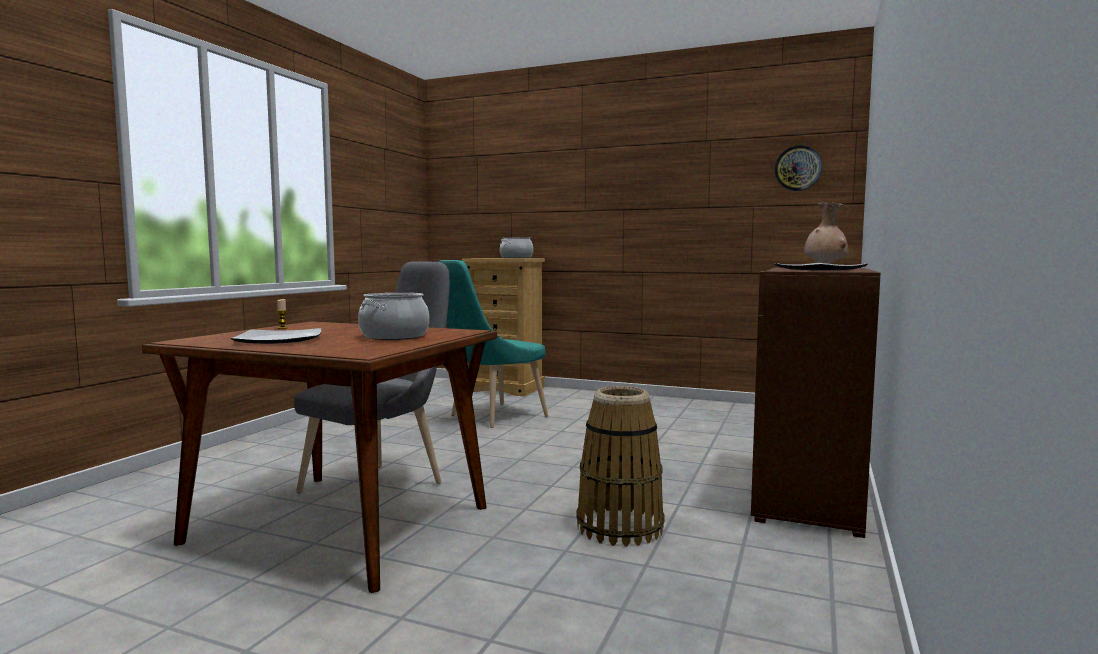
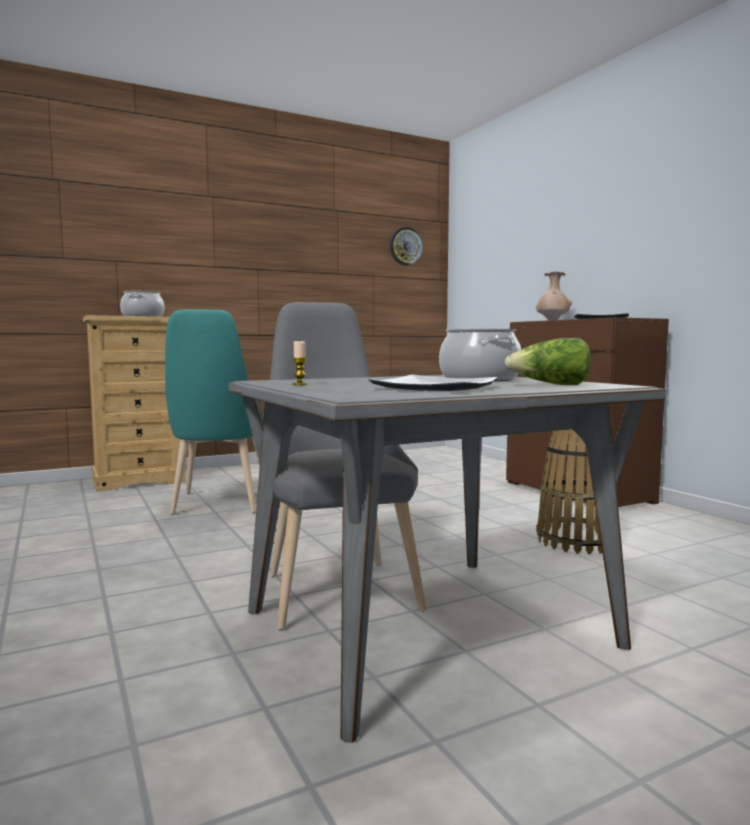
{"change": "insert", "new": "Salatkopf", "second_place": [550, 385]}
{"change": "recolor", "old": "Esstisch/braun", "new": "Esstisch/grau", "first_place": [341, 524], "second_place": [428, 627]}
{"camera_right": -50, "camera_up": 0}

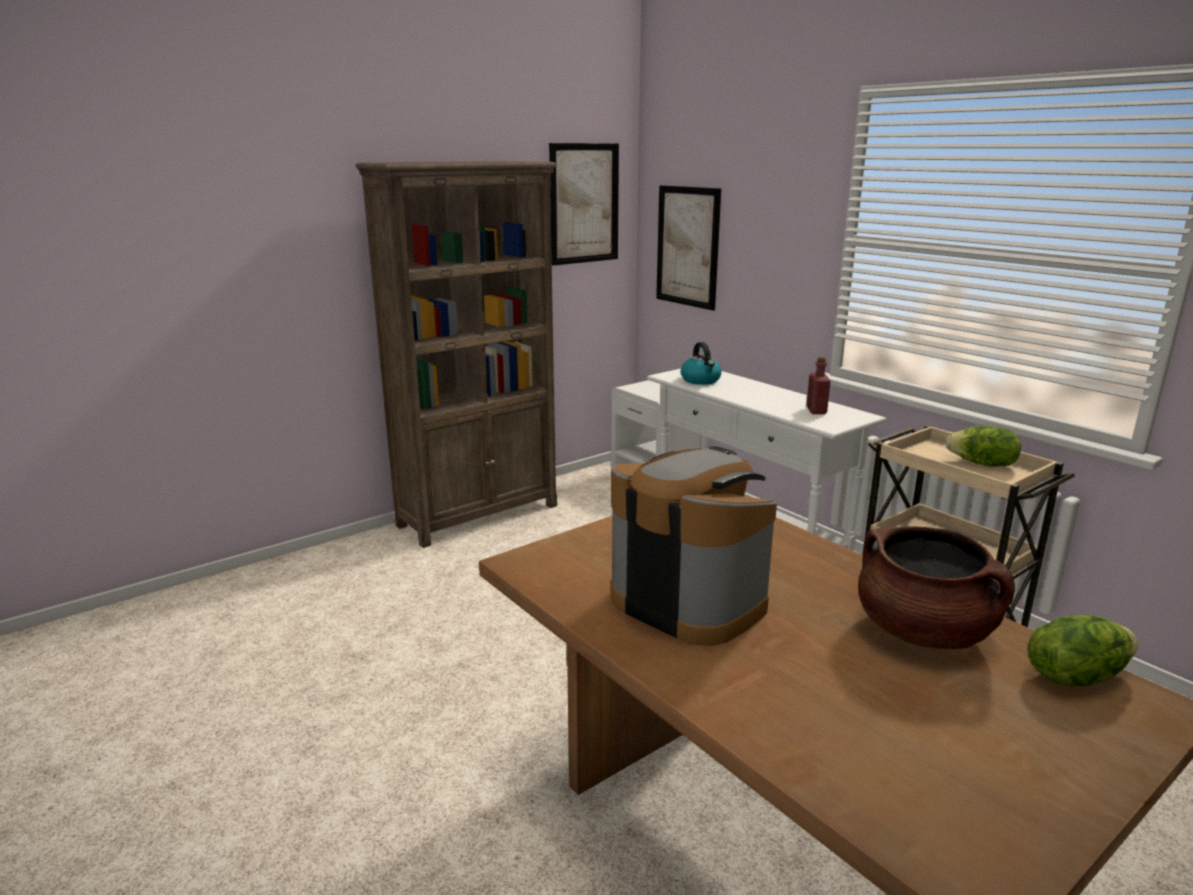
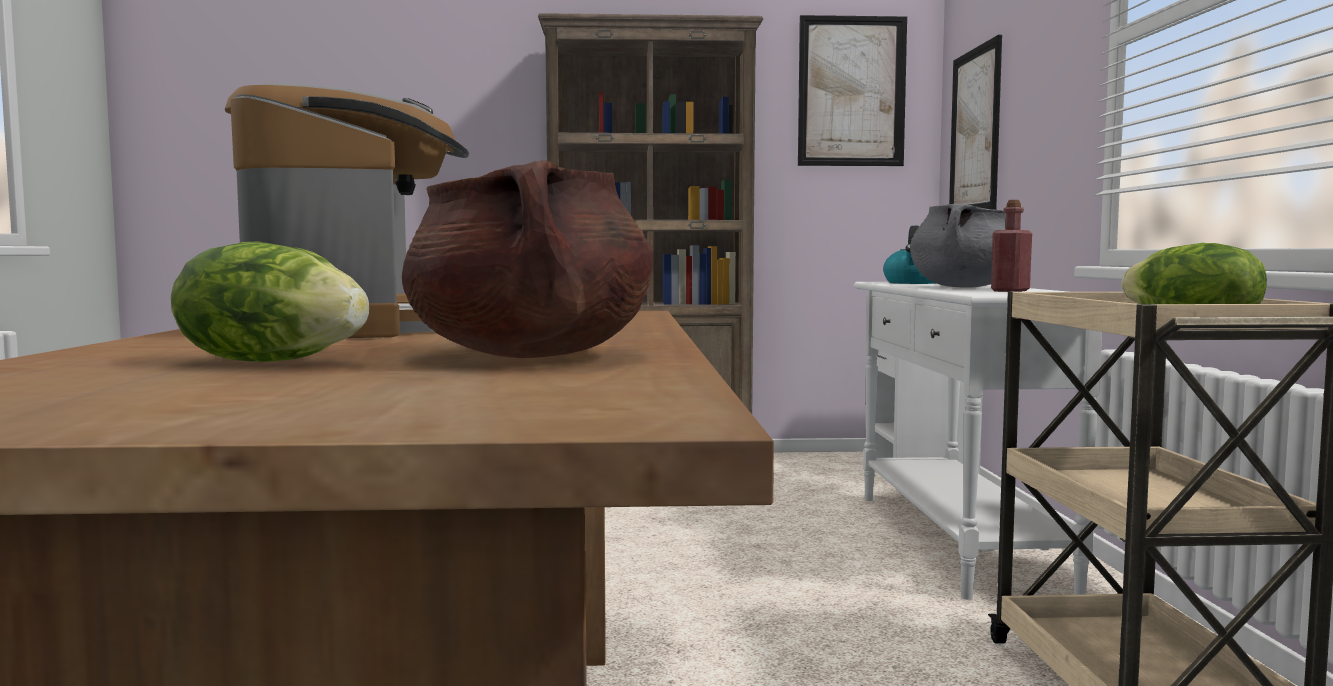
{"change": "insert", "new": "Kochtopf/grau", "second_place": [964, 287]}
{"change": "move", "old": "Salatkopf", "first_place": [1074, 676], "second_place": [272, 362]}
{"camera_right": 35, "camera_up": -15}

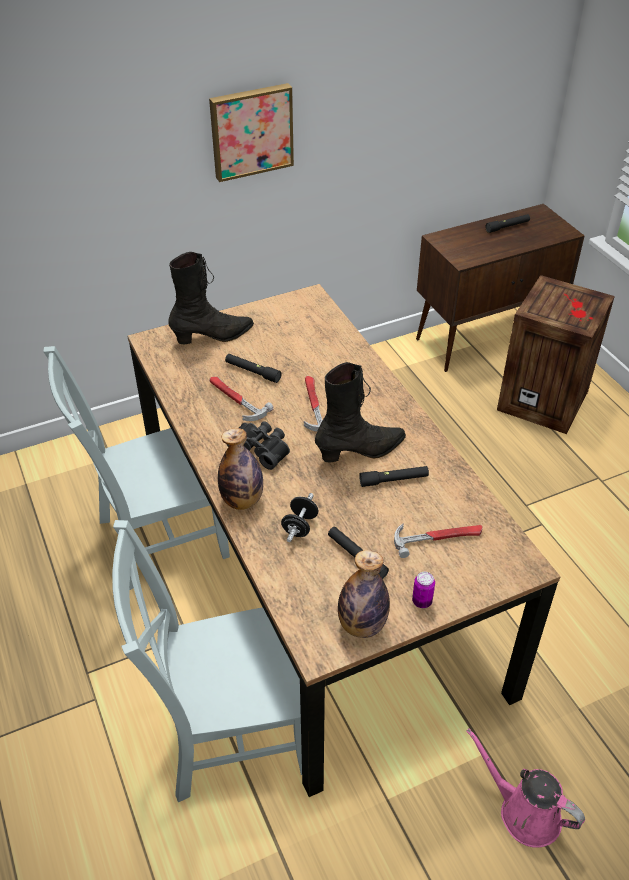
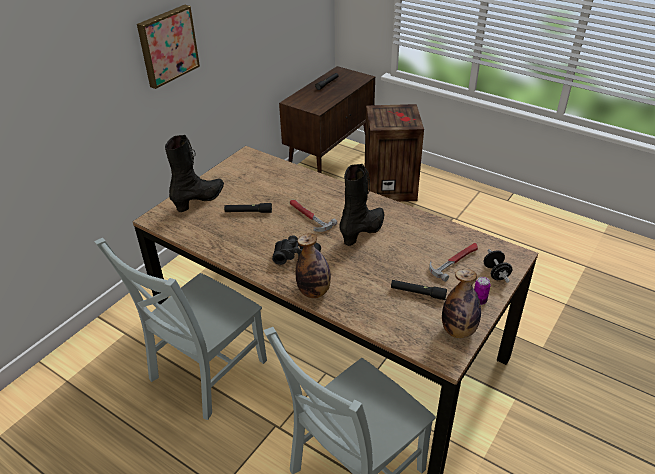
{"change": "delete", "old": "Hammer", "first_place": [236, 400]}
{"change": "delete", "old": "Taschenlampe/schwarz", "first_place": [394, 480]}
{"change": "delete", "old": "Gießkanne/rosa", "first_place": [524, 812]}
{"change": "move", "old": "Hantel/schwarz", "first_place": [300, 526], "second_place": [496, 273]}
{"camera_right": -30, "camera_up": -5}

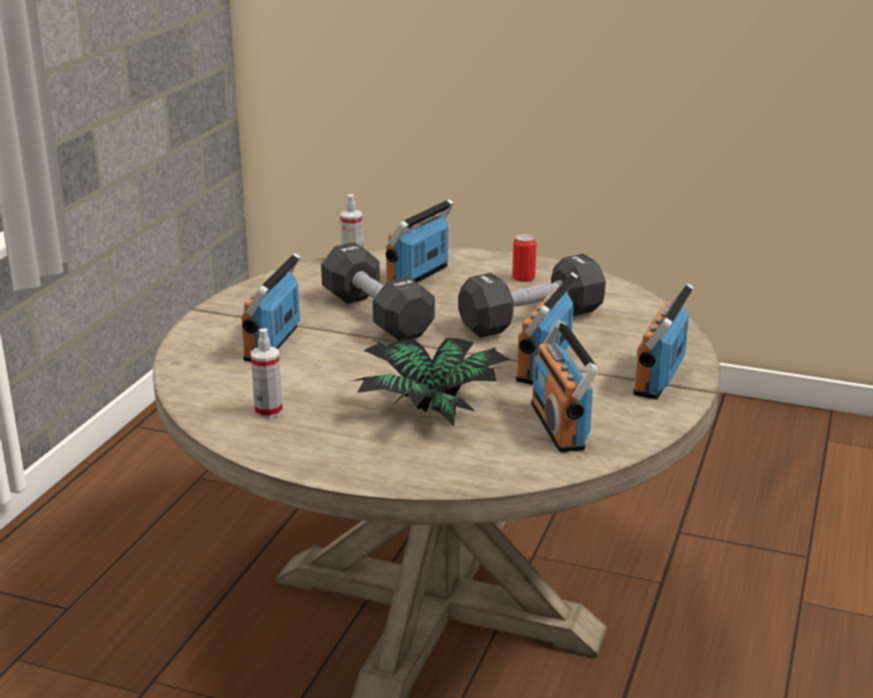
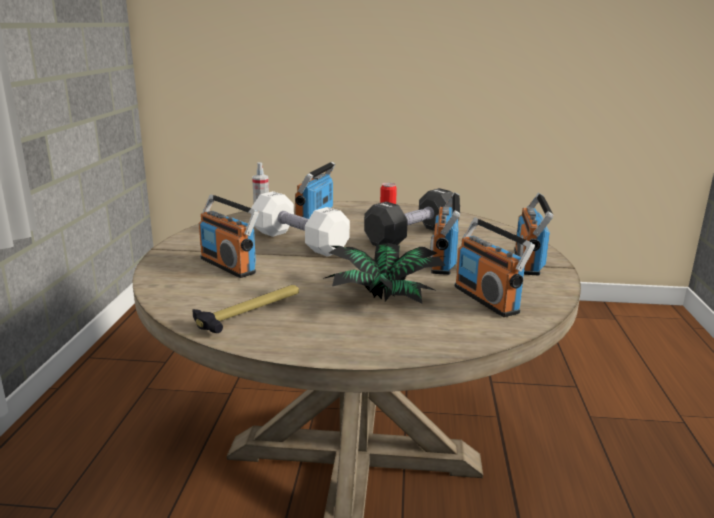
{"change": "replace", "old": "Sprühflasche", "new": "Hammer", "first_place": [268, 411], "second_place": [250, 312]}
{"change": "recolor", "old": "Hantel/schwarz", "new": "Hantel/weiß", "first_place": [376, 315], "second_place": [299, 242]}
{"change": "rotate", "old": "Radio", "first_place": [272, 343], "second_place": [228, 265], "degrees": -45}
{"camera_right": -15, "camera_up": -5}

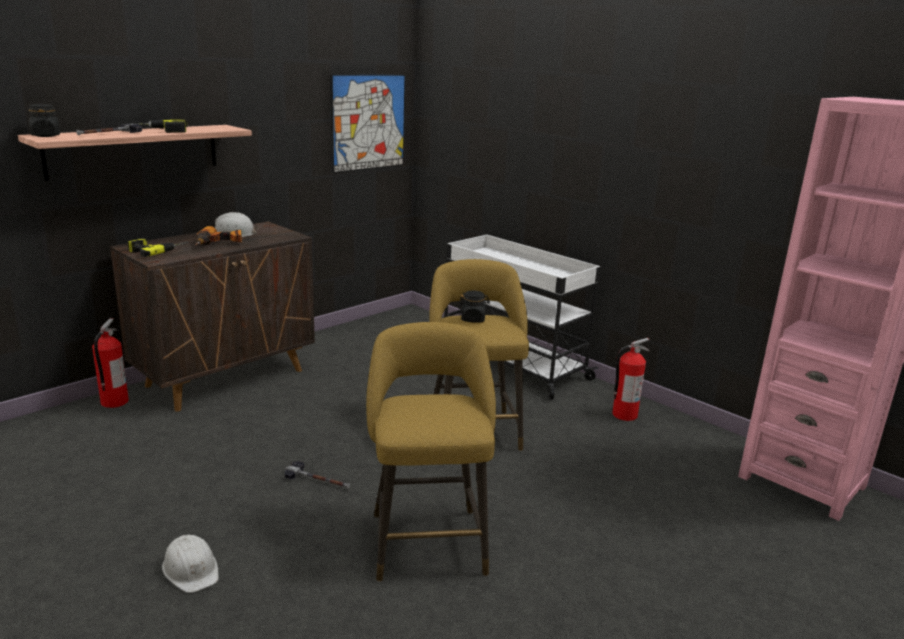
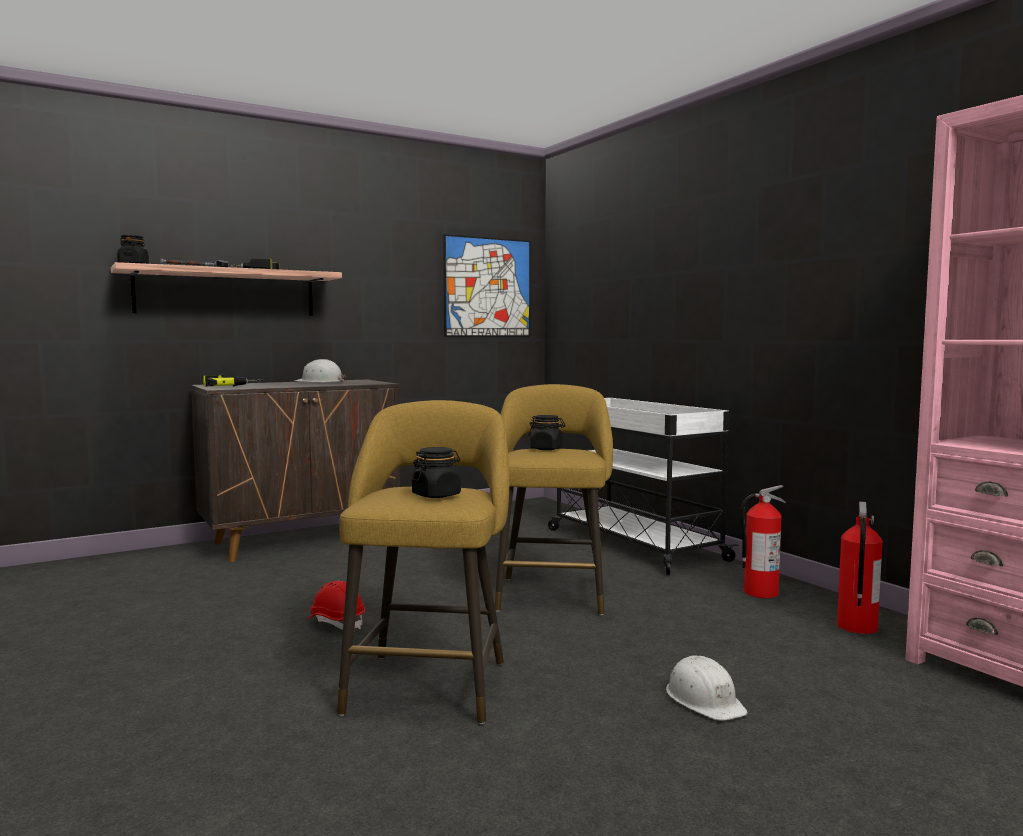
{"change": "delete", "old": "Bohrmaschine", "first_place": [219, 244]}
{"change": "insert", "new": "Vorratsglas/schwarz", "second_place": [436, 495]}
{"change": "move", "old": "Feuerlöscher", "first_place": [114, 402], "second_place": [856, 627]}
{"change": "move", "old": "Schutzhelm/weiß", "first_place": [191, 569], "second_place": [704, 700]}
{"change": "replace", "old": "Hammer", "new": "Schutzhelm/rot", "first_place": [318, 480], "second_place": [336, 622]}
{"camera_right": 15, "camera_up": -15}

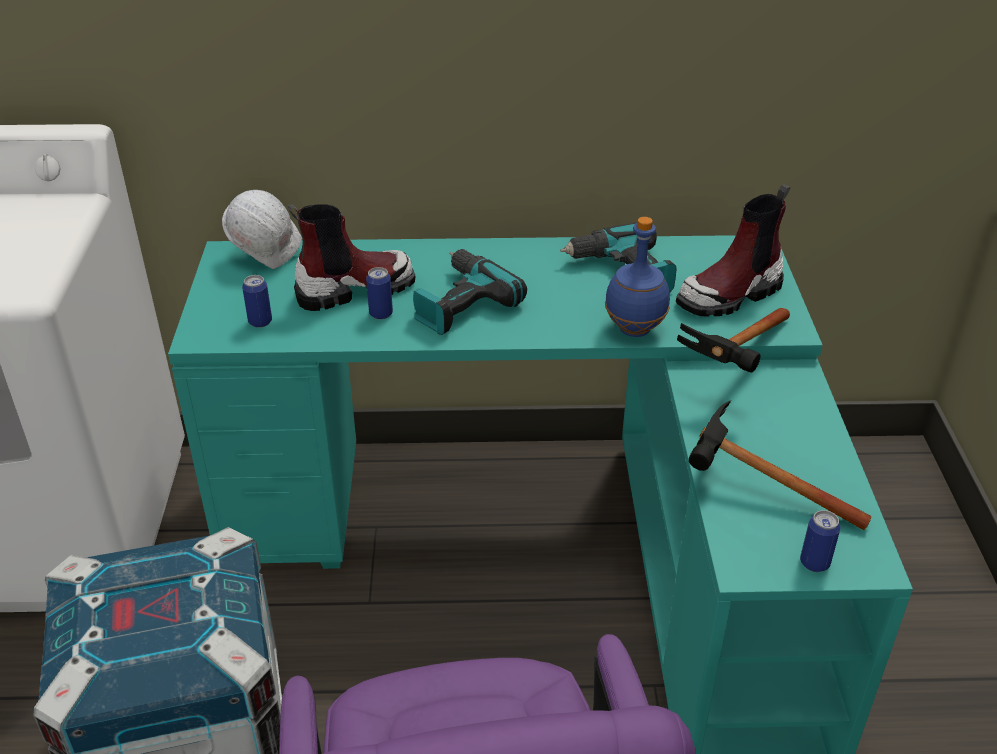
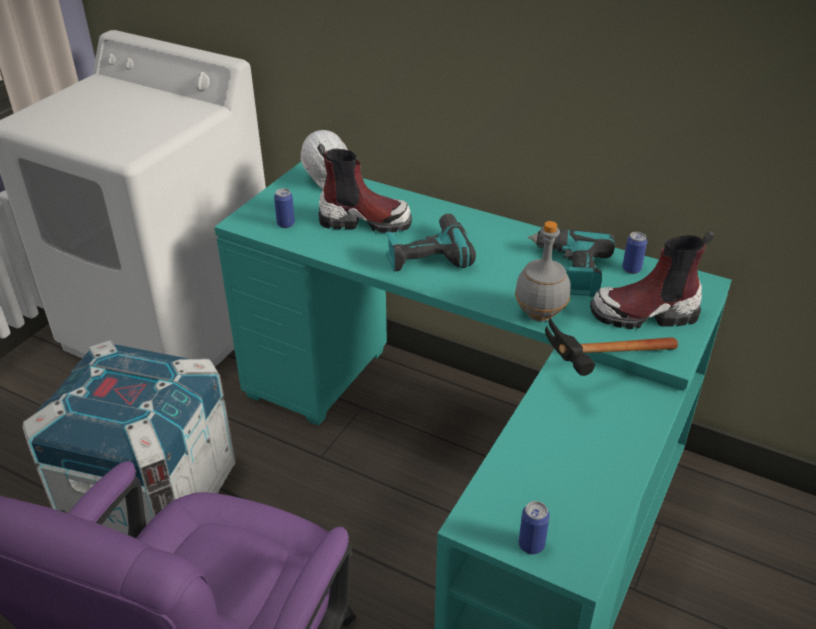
{"change": "delete", "old": "Hammer", "first_place": [753, 490]}
{"change": "move", "old": "Dose", "first_place": [381, 314], "second_place": [631, 269]}
{"change": "recolor", "old": "Flasche/blau", "new": "Flasche/grau", "first_place": [633, 329], "second_place": [539, 314]}
{"camera_right": 30, "camera_up": 0}

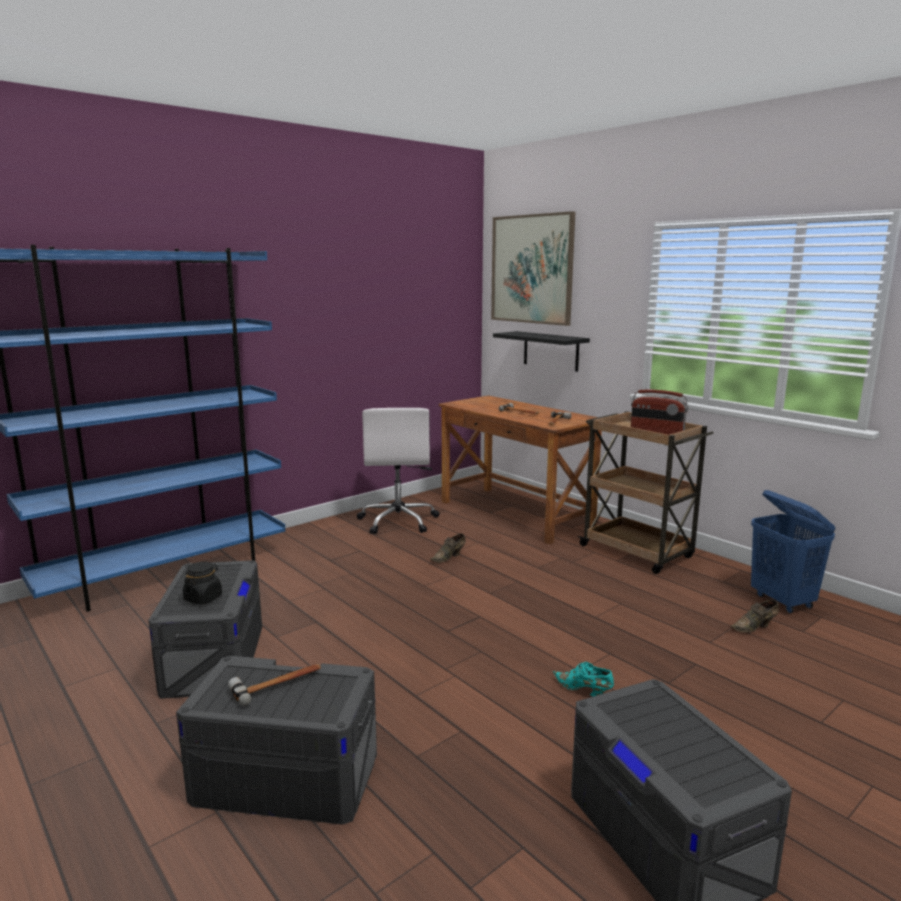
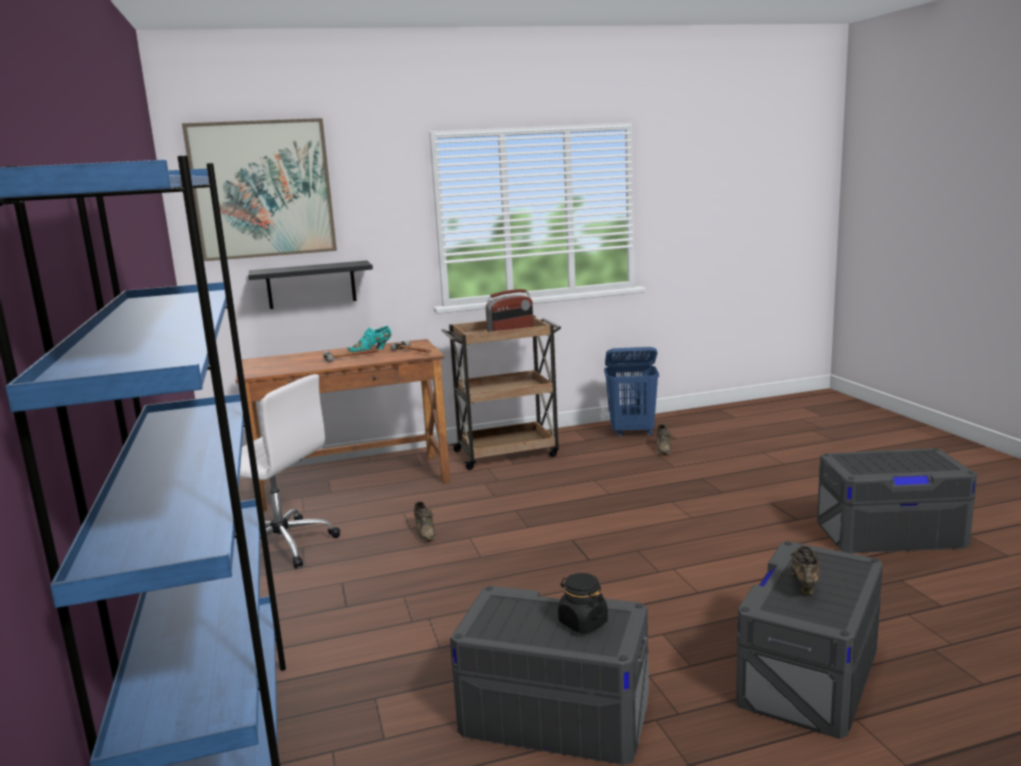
{"change": "move", "old": "Schuh/türkis", "first_place": [584, 691], "second_place": [372, 350]}
{"change": "replace", "old": "Hammer", "new": "Schuh/braun", "first_place": [278, 684], "second_place": [804, 583]}
{"camera_right": -65, "camera_up": 0}

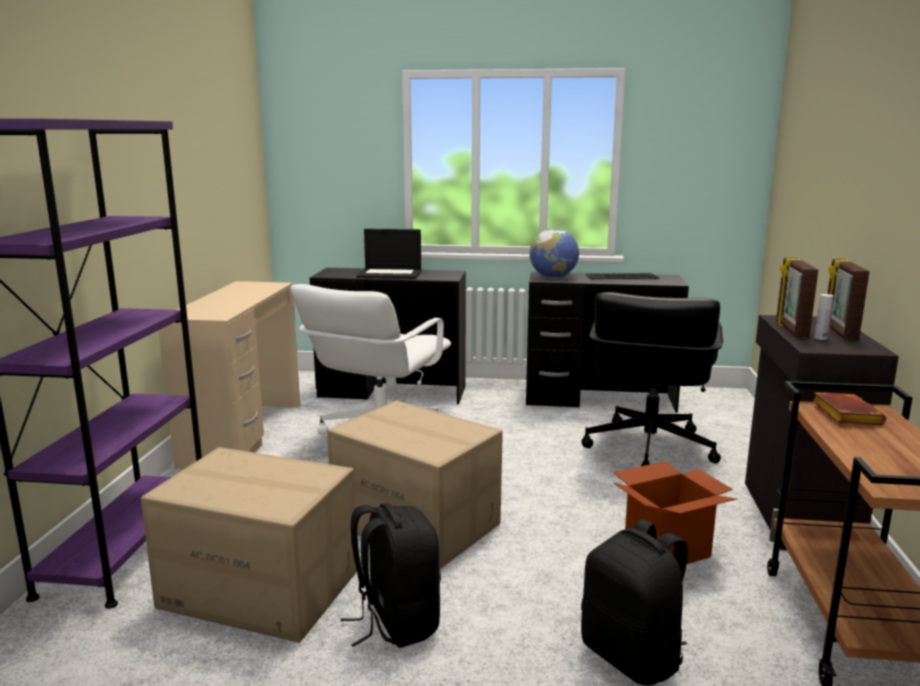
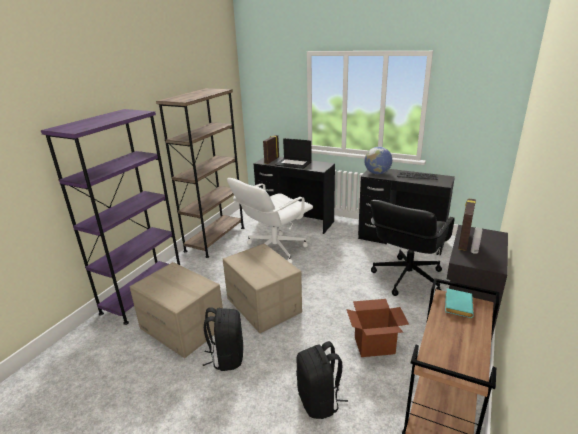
{"change": "move", "old": "Bilderrahmen", "first_place": [839, 332], "second_place": [271, 160]}
{"change": "replace", "old": "Schreibtisch/beige", "new": "Bücherregal/braun", "first_place": [243, 434], "second_place": [215, 239]}
{"change": "recolor", "old": "Buch/braun", "new": "Buch/türkis", "first_place": [843, 414], "second_place": [457, 305]}
{"camera_right": 20, "camera_up": 10}

